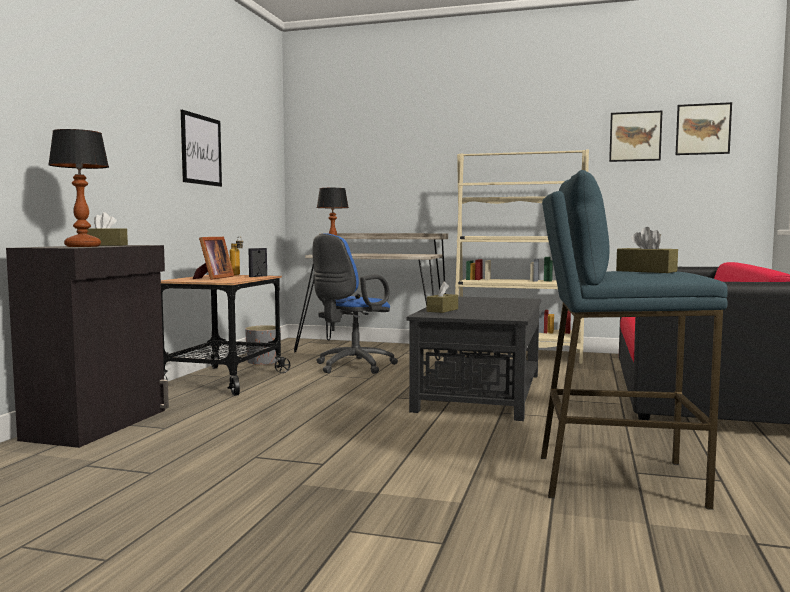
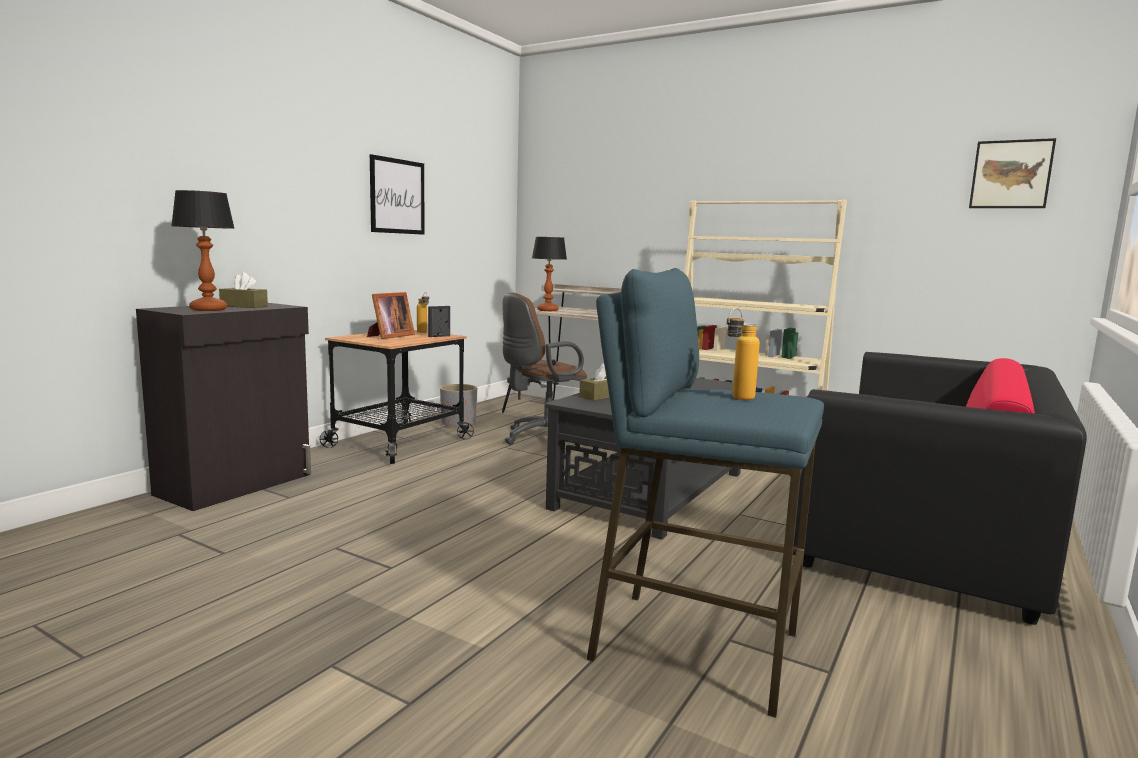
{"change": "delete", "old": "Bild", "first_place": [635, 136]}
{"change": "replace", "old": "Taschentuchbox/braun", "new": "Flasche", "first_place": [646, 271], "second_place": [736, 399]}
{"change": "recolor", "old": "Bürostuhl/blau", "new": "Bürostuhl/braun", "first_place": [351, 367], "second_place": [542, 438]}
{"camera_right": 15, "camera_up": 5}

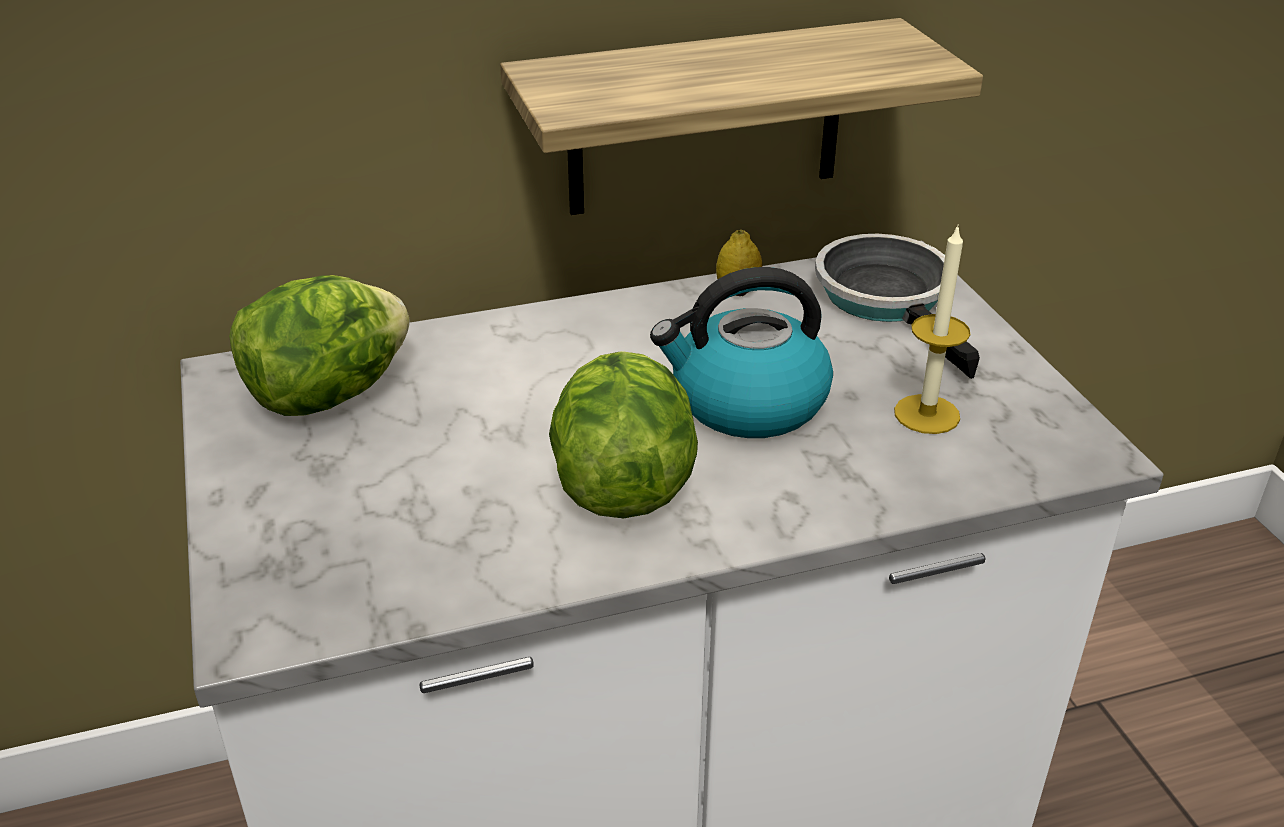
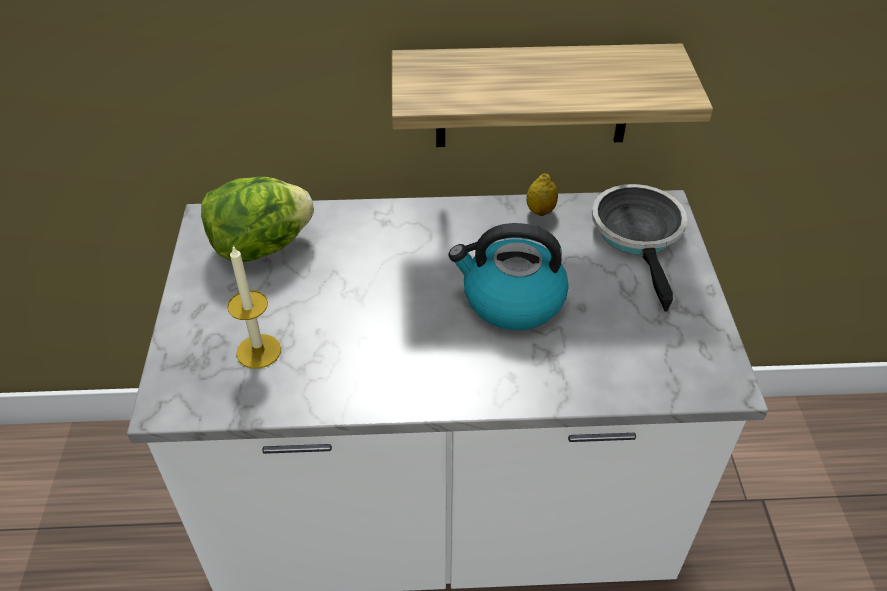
{"change": "delete", "old": "Salatkopf", "first_place": [623, 484]}
{"change": "move", "old": "Kerze", "first_place": [927, 414], "second_place": [258, 351]}
{"camera_right": 15, "camera_up": 10}

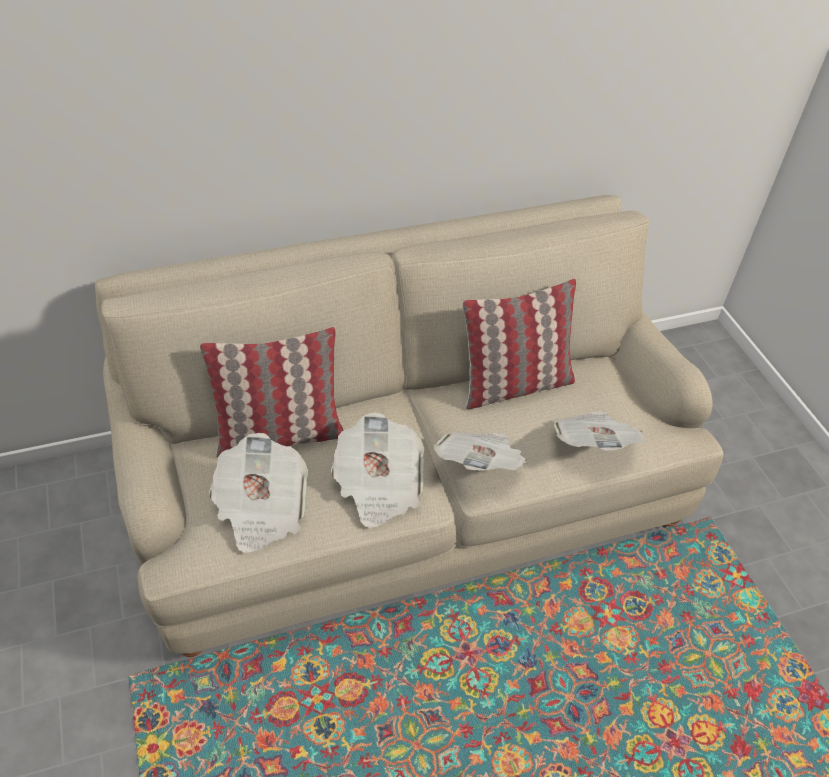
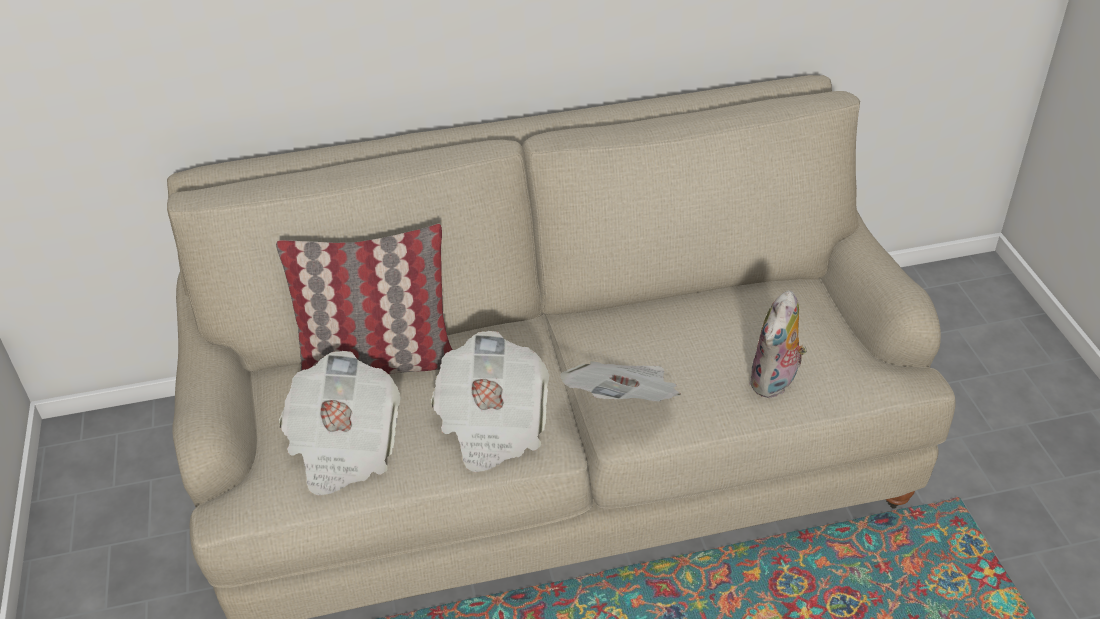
{"change": "delete", "old": "Kissen", "first_place": [514, 385]}
{"change": "replace", "old": "Zeitung", "new": "Plüschtier", "first_place": [592, 445], "second_place": [775, 383]}
{"camera_right": 10, "camera_up": -5}

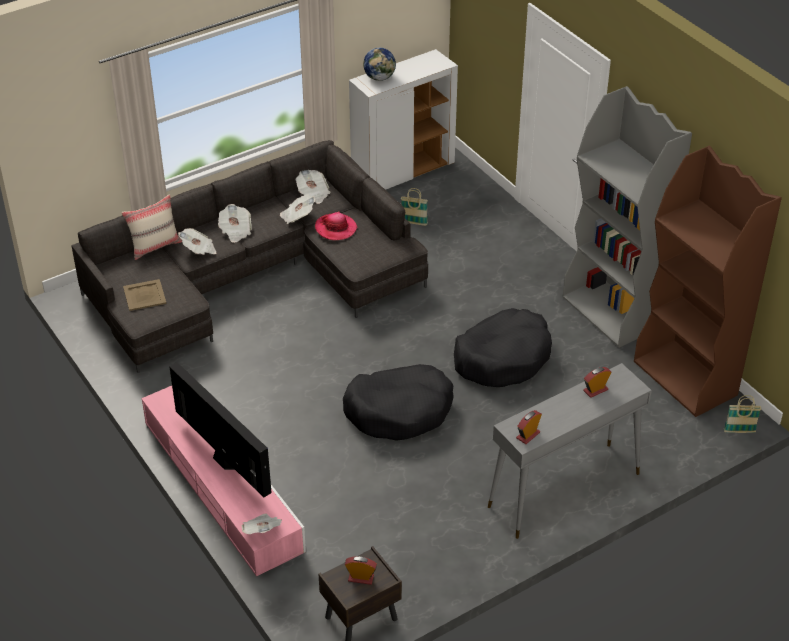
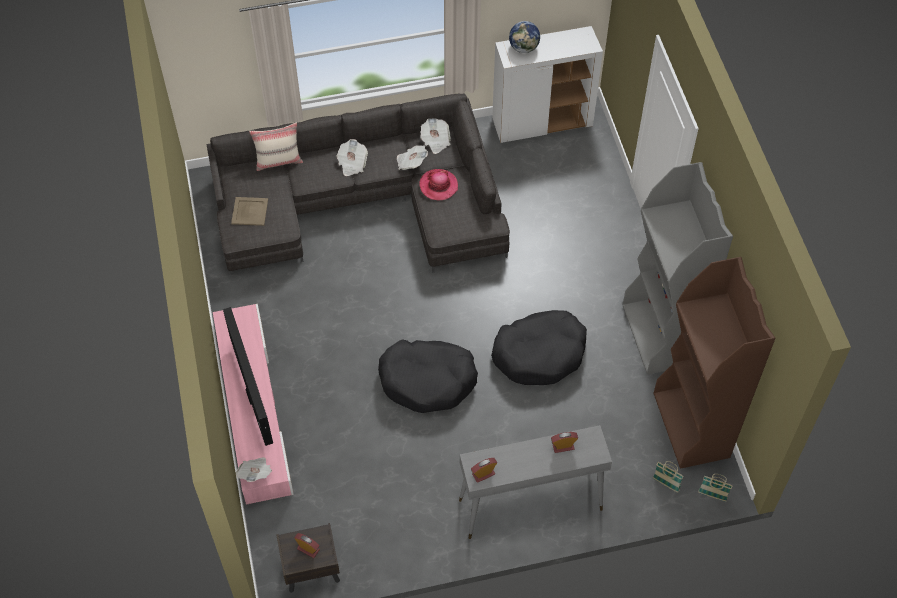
{"change": "delete", "old": "Zeitung", "first_place": [199, 250]}
{"change": "move", "old": "Korb", "first_place": [414, 223], "second_place": [666, 484]}
{"camera_right": 20, "camera_up": 15}

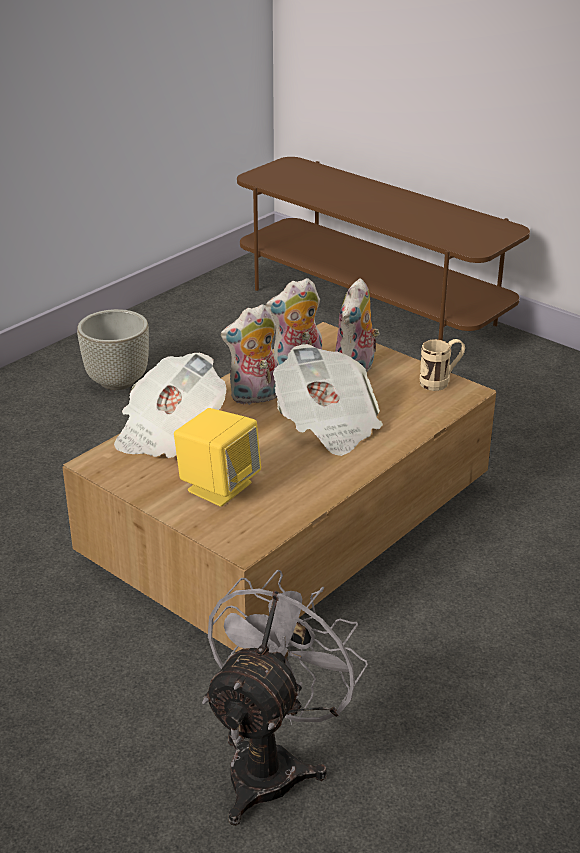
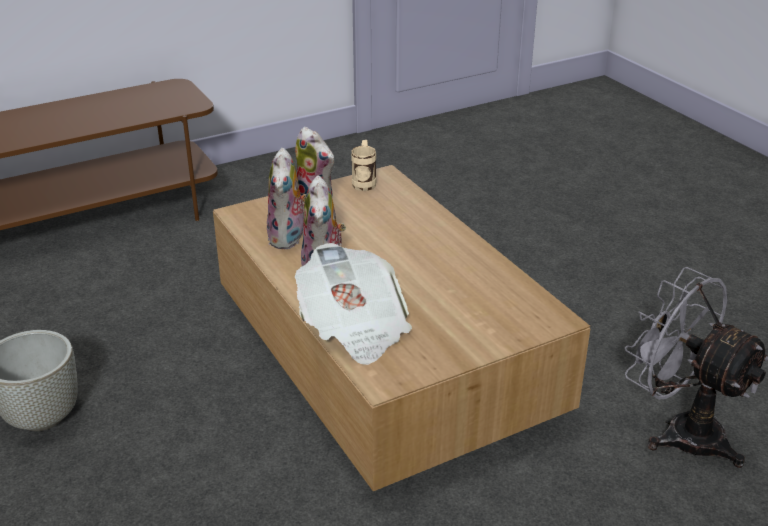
{"change": "delete", "old": "Lautsprecher/gelb", "first_place": [219, 486]}
{"change": "delete", "old": "Zeitung", "first_place": [327, 425]}
{"camera_right": -70, "camera_up": 0}

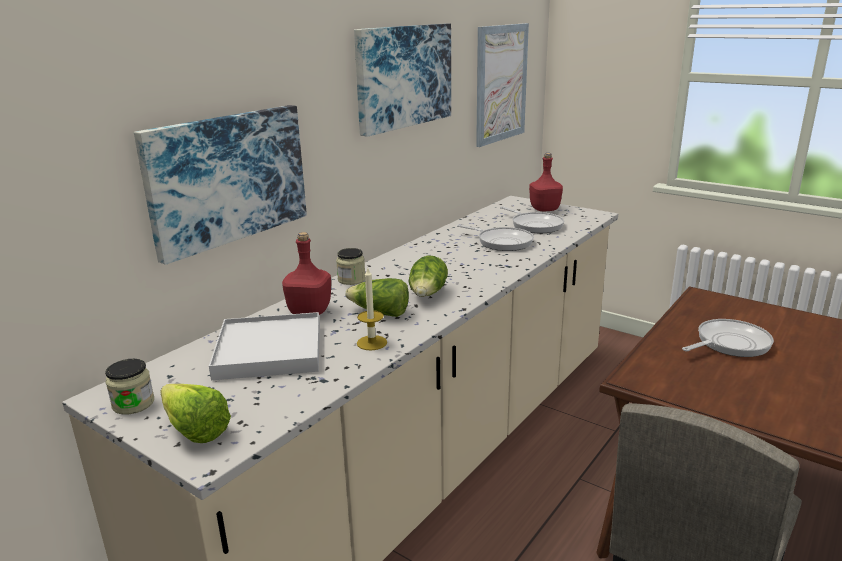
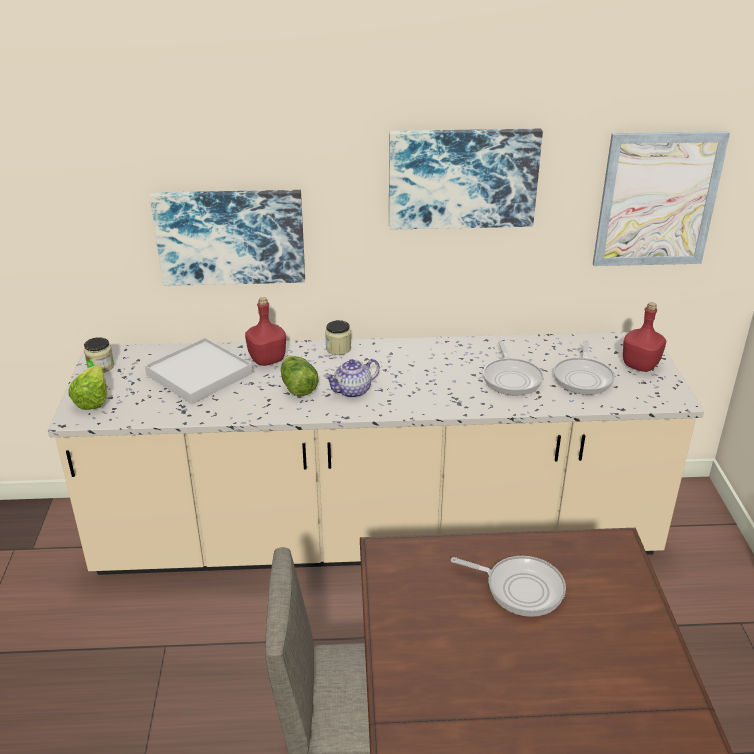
{"change": "delete", "old": "Kerze", "first_place": [372, 343]}
{"change": "replace", "old": "Salatkopf", "new": "Teekanne", "first_place": [427, 294], "second_place": [352, 391]}
{"camera_right": 50, "camera_up": 10}

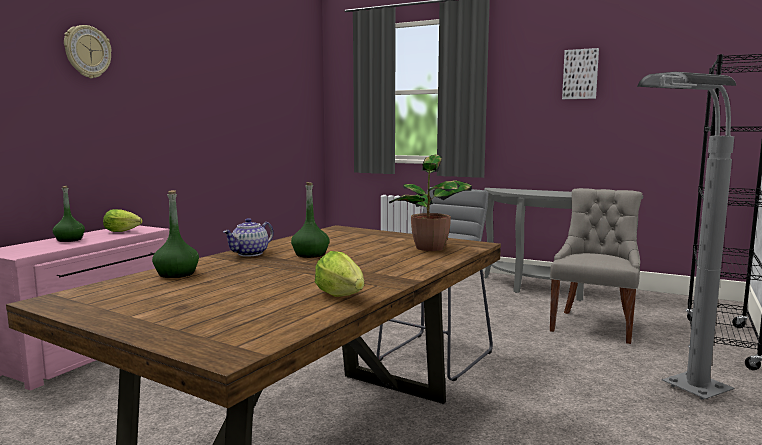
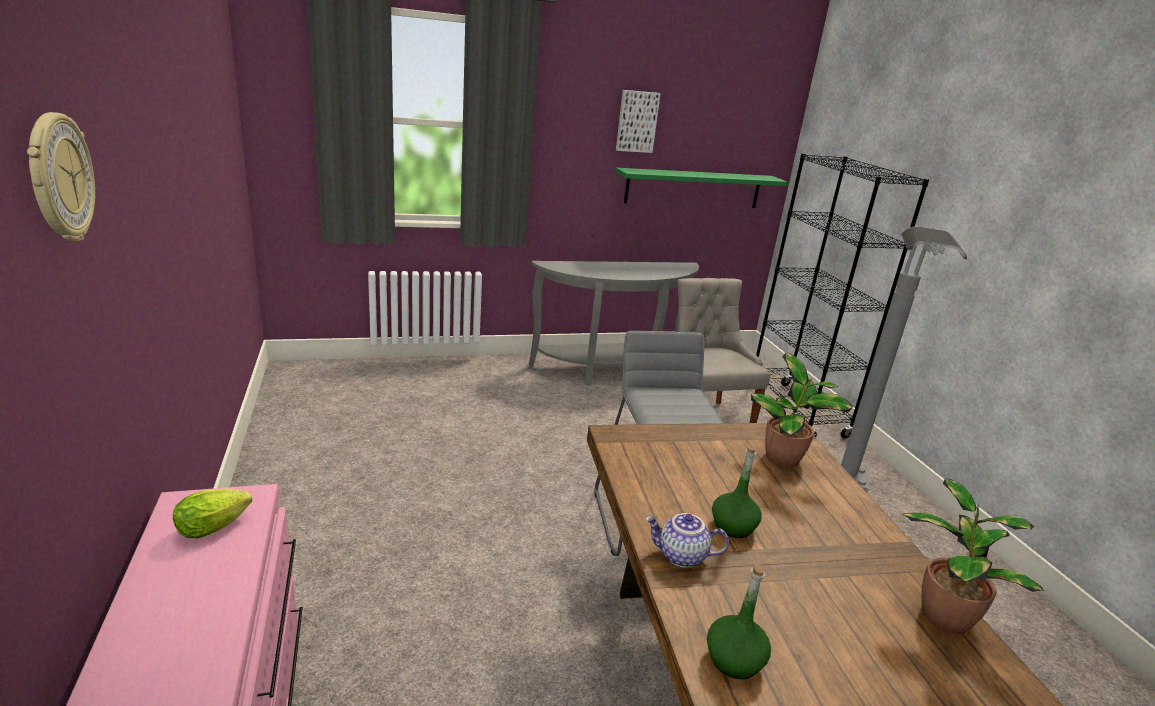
{"change": "delete", "old": "Flasche/grün", "first_place": [69, 240]}
{"change": "insert", "new": "Wandregal/grün", "second_place": [693, 188]}
{"change": "replace", "old": "Salatkopf", "new": "Topfpflanze", "first_place": [342, 297], "second_place": [941, 614]}
{"change": "rotate", "old": "Teekanne", "first_place": [250, 254], "second_place": [681, 556], "degrees": 105}
{"camera_right": -45, "camera_up": 15}

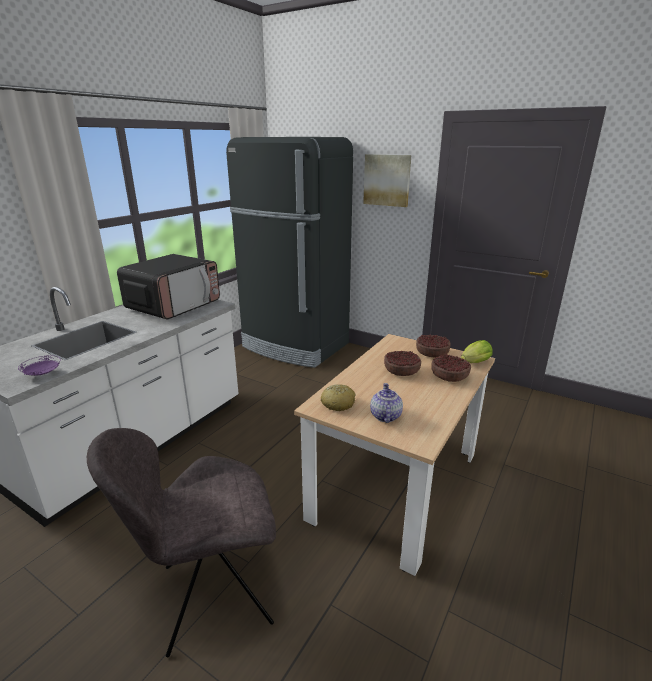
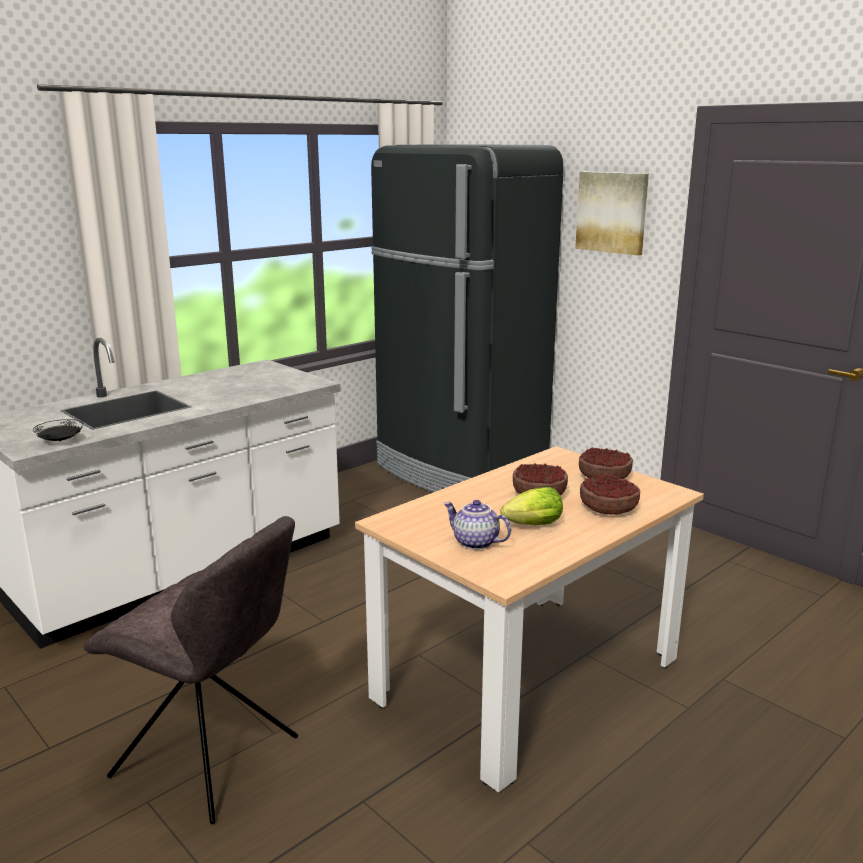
{"change": "delete", "old": "Mikrowelle", "first_place": [174, 305]}
{"change": "delete", "old": "Brot", "first_place": [338, 403]}
{"change": "move", "old": "Salatkopf", "first_place": [473, 363], "second_place": [530, 526]}
{"change": "recolor", "old": "Teller/lila", "new": "Teller/schwarz", "first_place": [42, 374], "second_place": [60, 441]}
{"change": "rotate", "old": "Stuhl/grau", "first_place": [210, 595], "second_place": [211, 759], "degrees": -150}
{"change": "rotate", "old": "Teekanne", "first_place": [384, 416], "second_place": [474, 543], "degrees": -75}
{"camera_right": 15, "camera_up": -5}

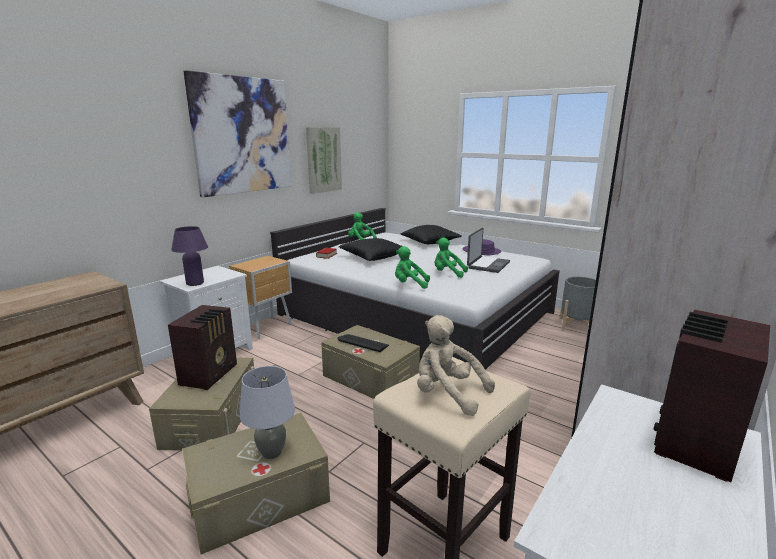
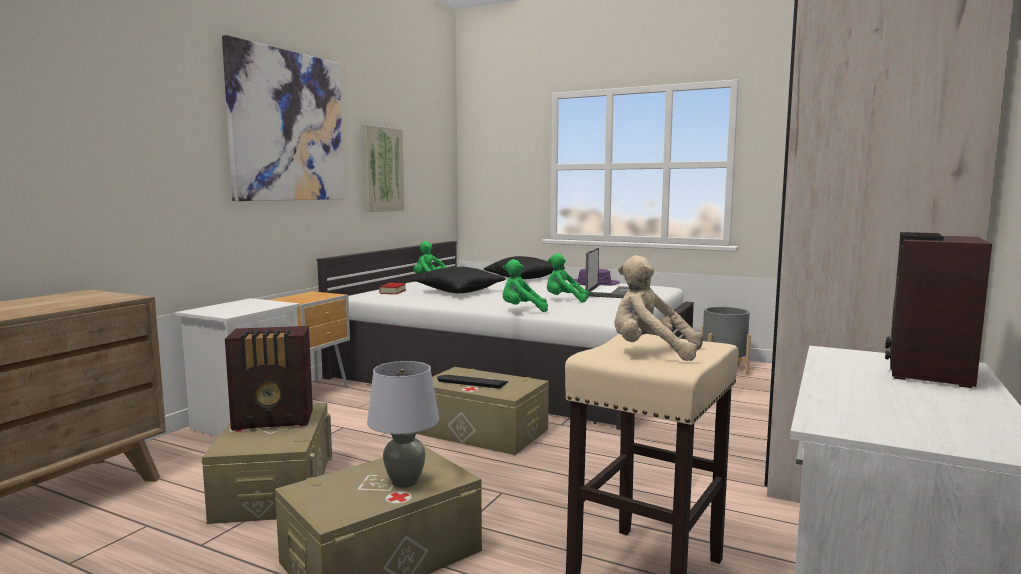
{"change": "delete", "old": "Tischlampe/lila", "first_place": [195, 283]}
{"change": "rotate", "old": "Radio", "first_place": [210, 374], "second_place": [275, 420], "degrees": 75}
{"camera_right": -10, "camera_up": -10}

